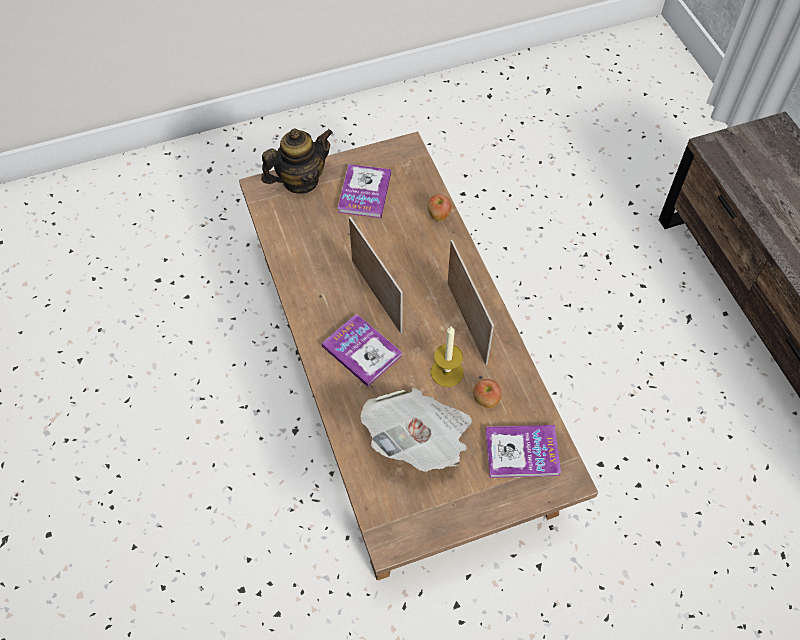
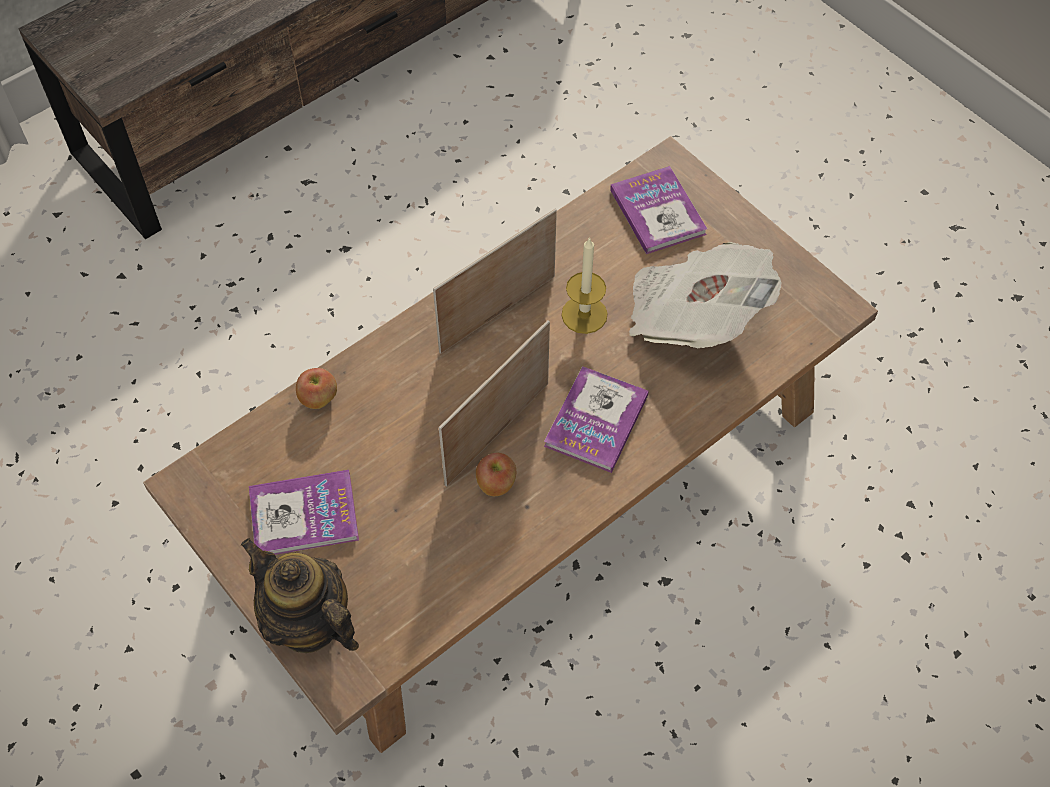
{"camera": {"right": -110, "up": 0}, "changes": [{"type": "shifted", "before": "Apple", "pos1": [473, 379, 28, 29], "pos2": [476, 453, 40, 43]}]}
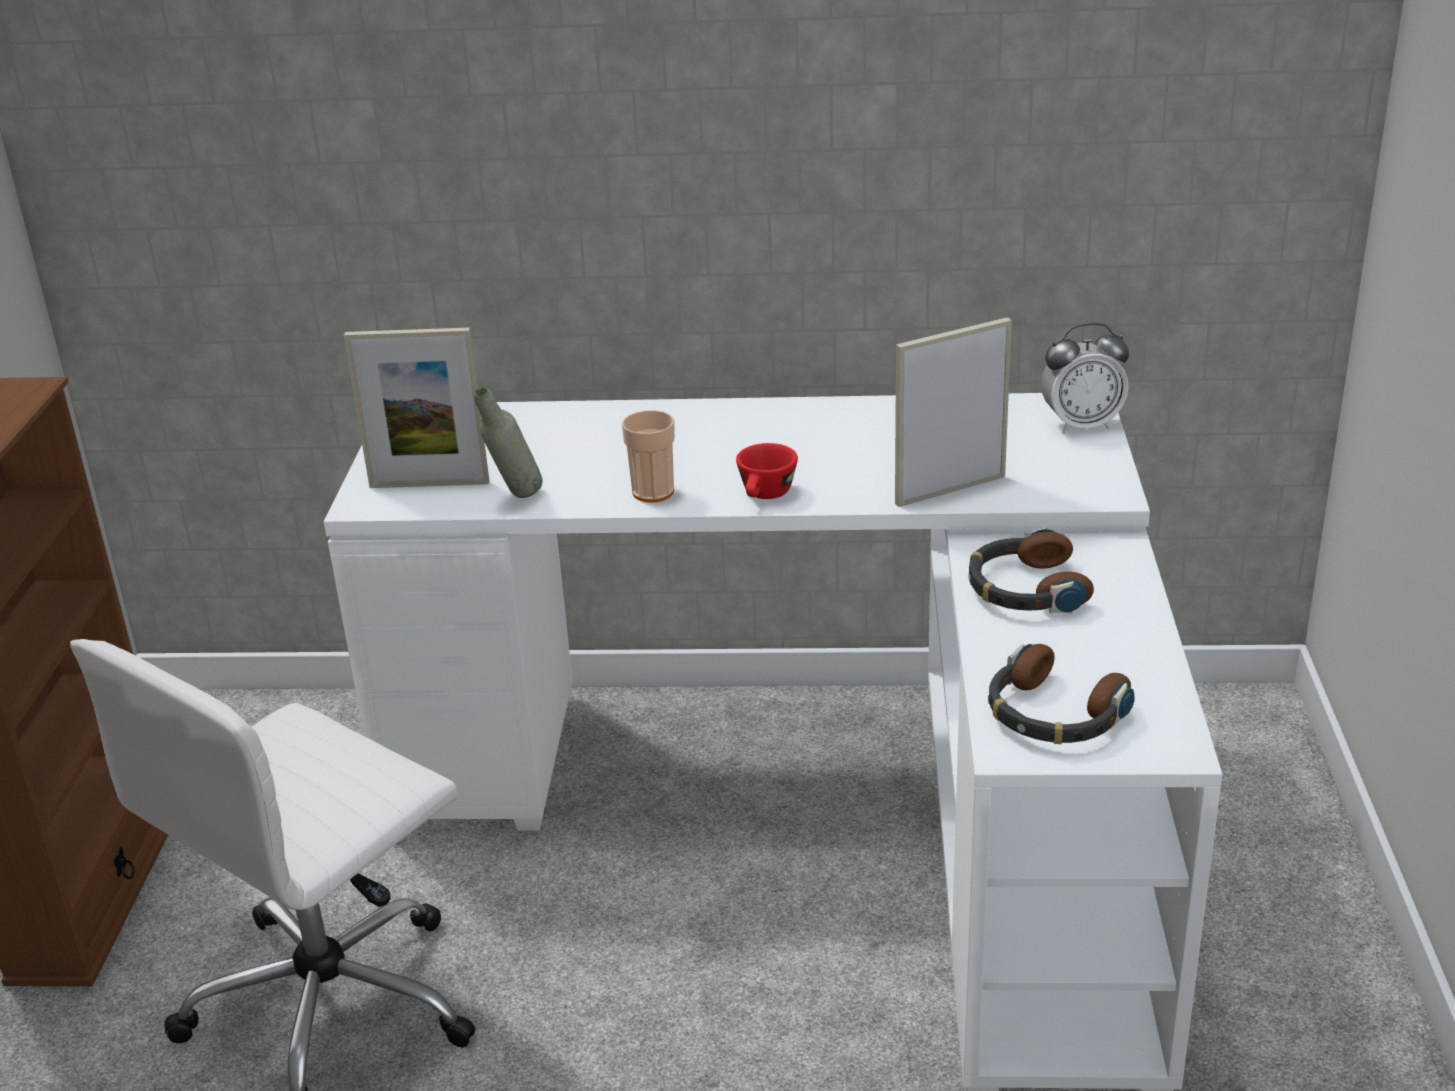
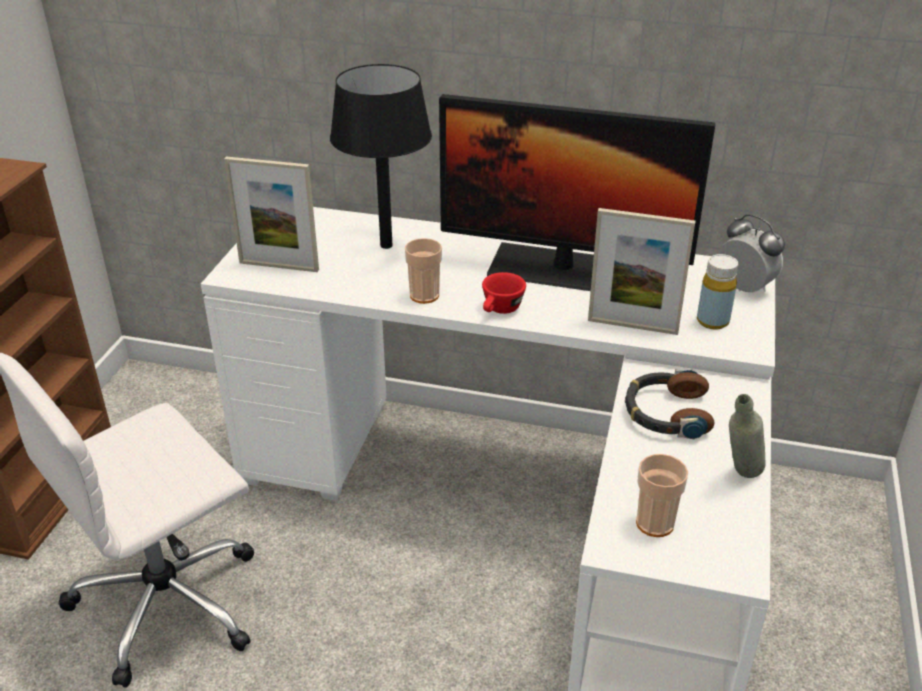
{"camera": {"right": 10, "up": 5}, "changes": [{"type": "shifted", "before": "GreyBottle", "pos1": [474, 387, 69, 111], "pos2": [729, 394, 36, 84]}, {"type": "rotated", "before": "PictureFrame", "pos1": [895, 317, 117, 190], "pos2": [588, 208, 108, 127], "turn": -150}, {"type": "swapped", "before": "Headphones", "after": "Cup", "pos1": [988, 644, 147, 100], "pos2": [636, 454, 52, 83]}, {"type": "rotated", "before": "AlarmClock", "pos1": [1041, 322, 88, 112], "pos2": [719, 214, 66, 78], "turn": -135}, {"type": "new", "after": "BlackTableLamp", "pos2": [330, 64, 102, 185]}, {"type": "new", "after": "Monitor", "pos2": [439, 94, 276, 197]}, {"type": "new", "after": "YellowBottle", "pos2": [697, 254, 42, 76]}]}
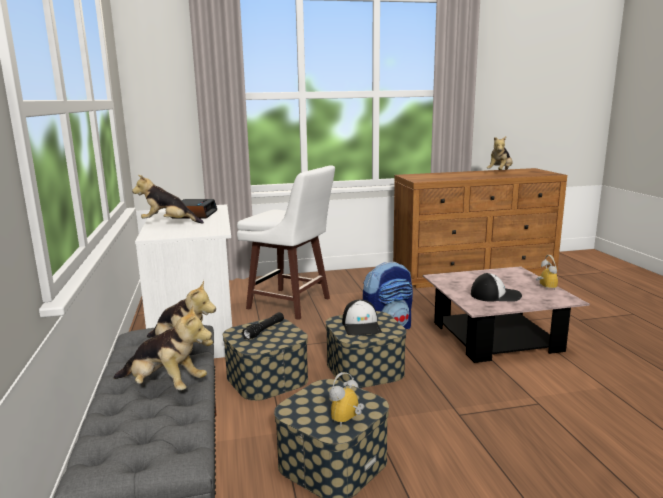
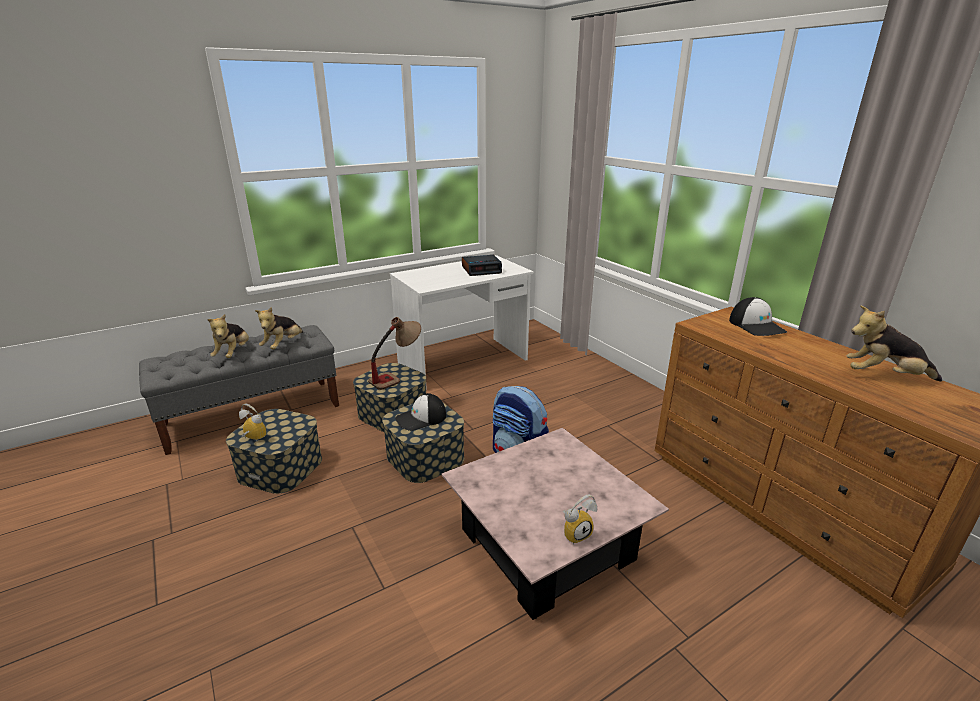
{"camera": {"right": 70, "up": 10}, "changes": [{"type": "gone", "before": "PlushToy", "pos1": [132, 175, 72, 49]}, {"type": "gone", "before": "WhiteStool", "pos1": [237, 166, 98, 154]}, {"type": "swapped", "before": "BlackFlashlight", "after": "TableLamp", "pos1": [241, 312, 43, 28], "pos2": [368, 317, 53, 73]}, {"type": "shifted", "before": "Cap", "pos1": [471, 273, 51, 29], "pos2": [729, 297, 58, 39]}]}
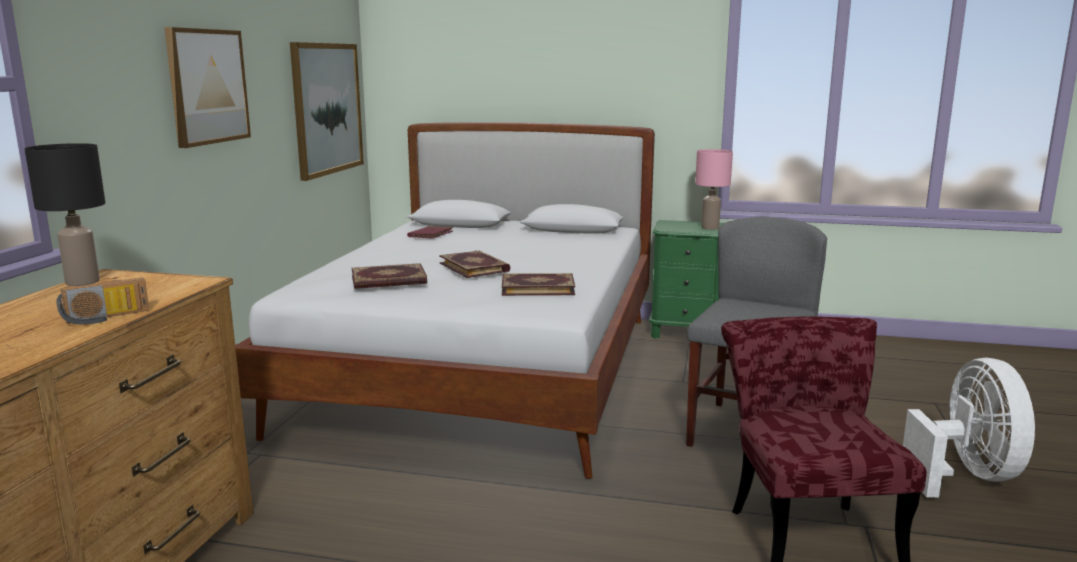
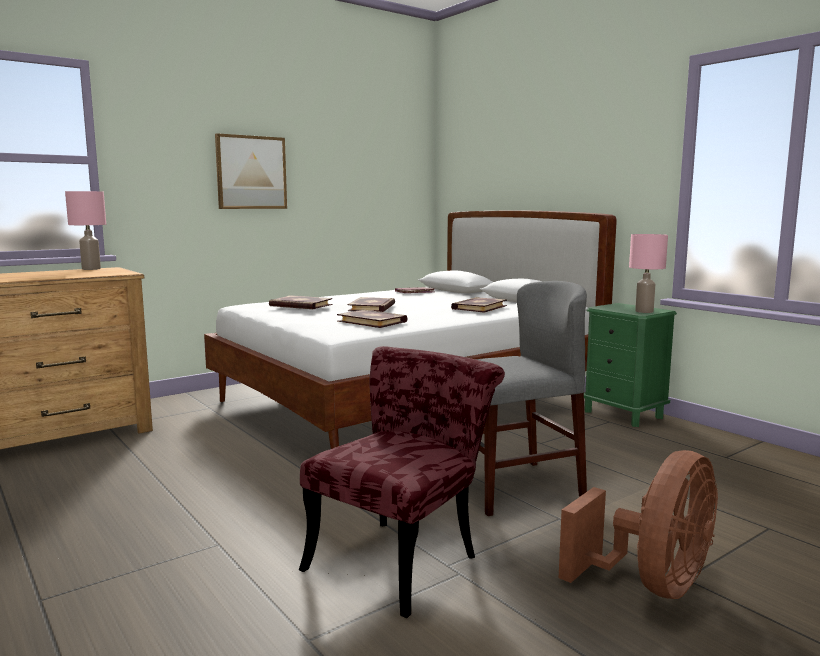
{"camera": {"right": 40, "up": -5}, "changes": [{"type": "repainted", "before": "BlackTableLamp", "after": "PinkTableLamp", "pos1": [25, 143, 80, 143], "pos2": [65, 191, 41, 79]}, {"type": "gone", "before": "Radio", "pos1": [56, 278, 93, 47]}, {"type": "gone", "before": "Picture", "pos1": [290, 42, 74, 139]}, {"type": "repainted", "before": "WhiteFan", "after": "BrownFan", "pos1": [903, 358, 132, 139], "pos2": [559, 450, 159, 149]}, {"type": "new", "after": "Book", "pos2": [451, 297, 56, 16]}]}
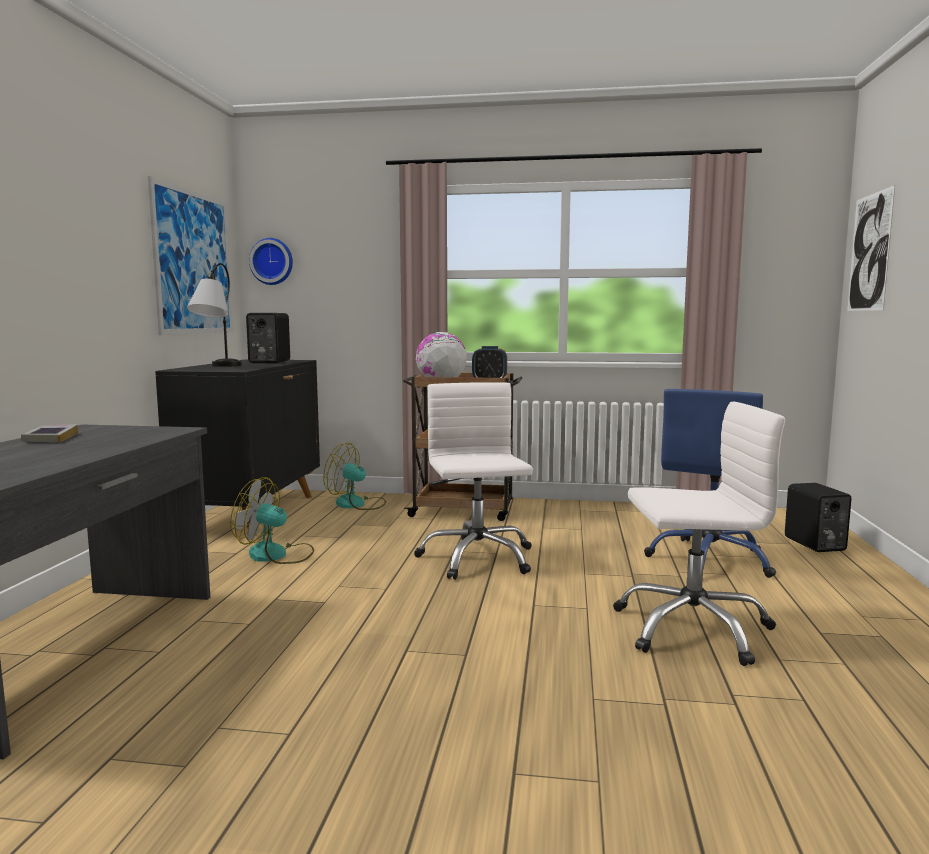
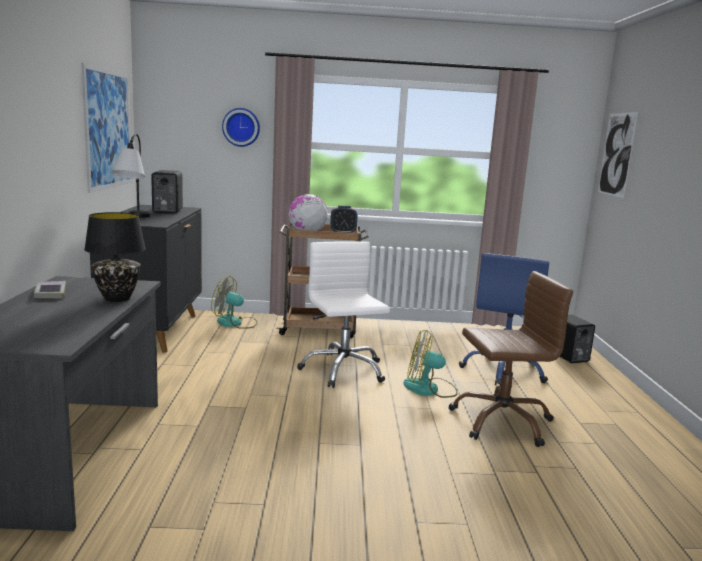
{"camera": {"right": -10, "up": 5}, "changes": [{"type": "shifted", "before": "Fan", "pos1": [230, 477, 84, 87], "pos2": [403, 330, 55, 68]}, {"type": "shifted", "before": "WallClock", "pos1": [249, 238, 44, 47], "pos2": [222, 108, 38, 39]}, {"type": "repainted", "before": "WhiteOfficeChair", "after": "BrownOfficeChair", "pos1": [613, 402, 172, 264], "pos2": [448, 271, 125, 176]}, {"type": "new", "after": "BlackTableLamp", "pos2": [84, 212, 62, 90]}]}
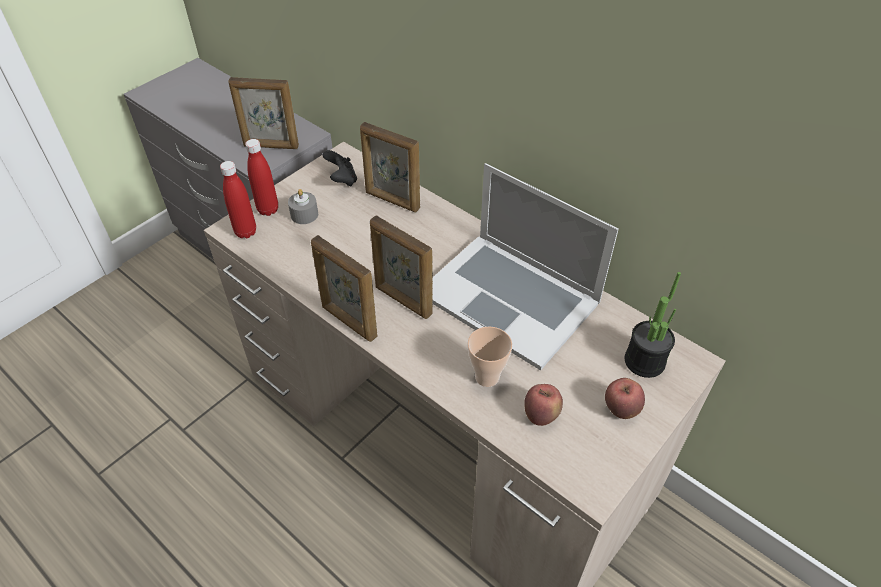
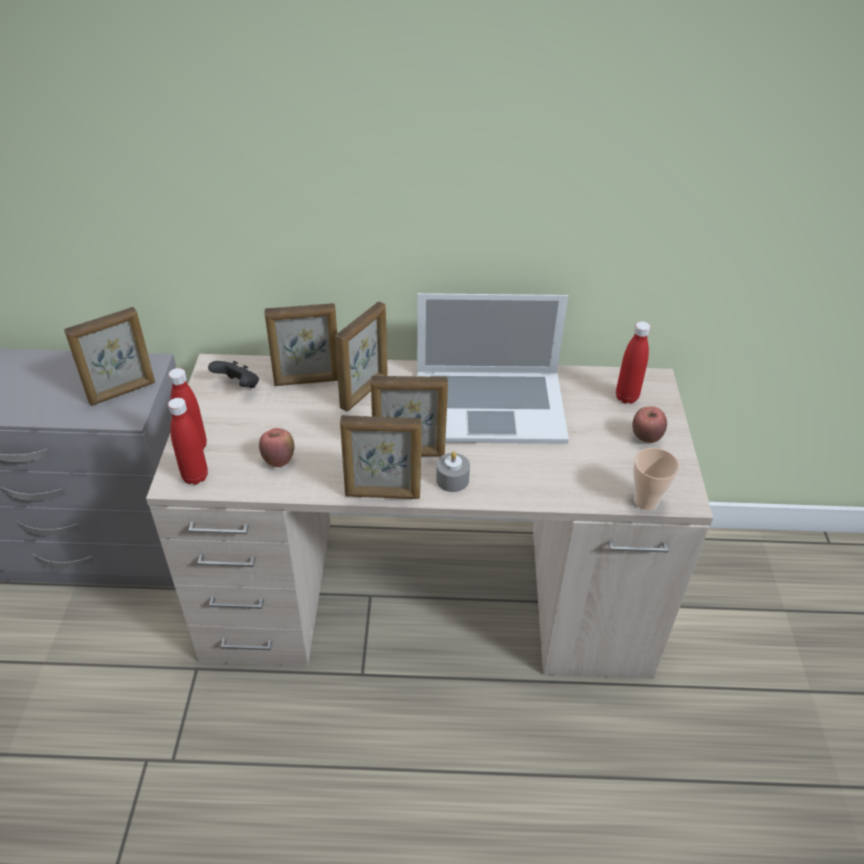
{"camera": {"right": -40, "up": -5}, "changes": [{"type": "shifted", "before": "GreyCandle", "pos1": [288, 189, 30, 35], "pos2": [436, 451, 34, 41]}, {"type": "shifted", "before": "Cup", "pos1": [467, 326, 46, 61], "pos2": [633, 448, 46, 62]}, {"type": "shifted", "before": "Apple", "pos1": [524, 384, 39, 42], "pos2": [259, 428, 35, 39]}, {"type": "swapped", "before": "PottedPlant", "after": "RedBottle", "pos1": [625, 272, 56, 106], "pos2": [616, 321, 35, 83]}, {"type": "new", "after": "PictureFrame", "pos2": [335, 302, 53, 110]}]}
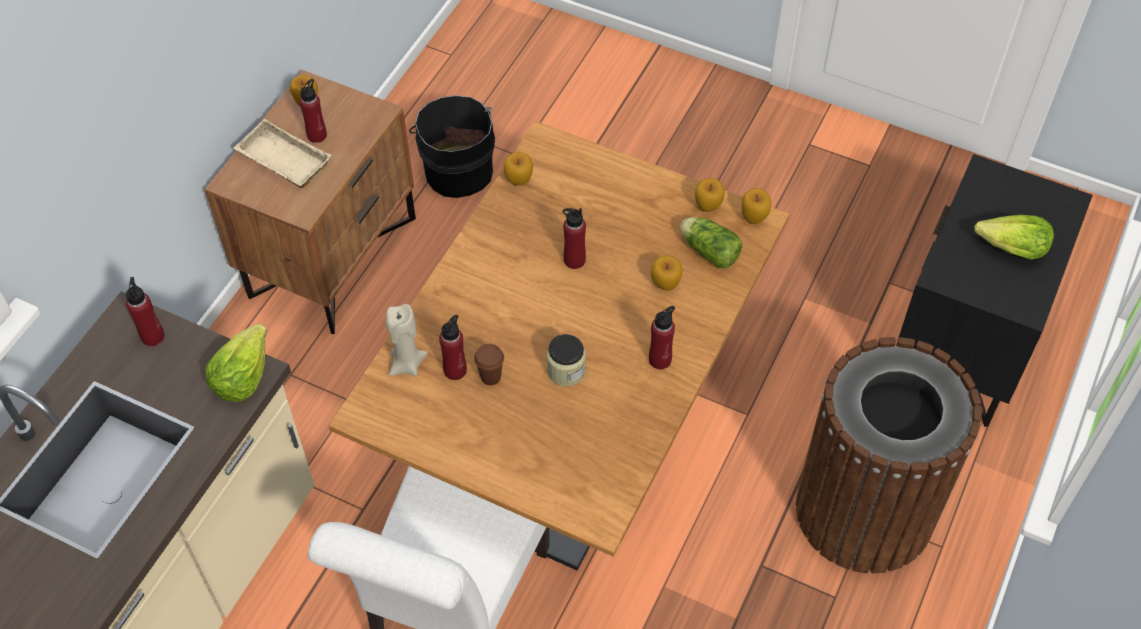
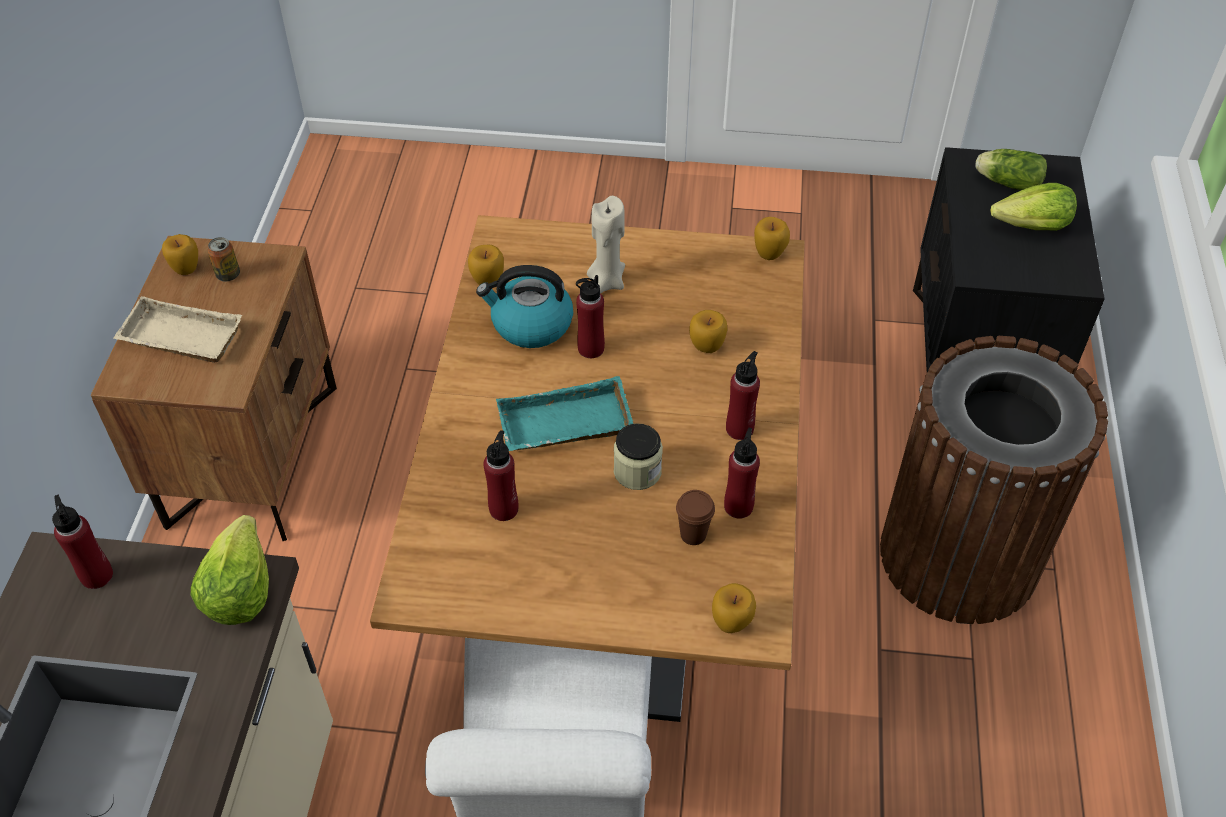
{"camera": {"right": -20, "up": -5}, "changes": [{"type": "shifted", "before": "RedBottle", "pos1": [299, 79, 28, 64], "pos2": [724, 428, 36, 91]}, {"type": "shifted", "before": "BeigeCandle", "pos1": [386, 304, 42, 72], "pos2": [587, 196, 38, 97]}, {"type": "gone", "before": "BlackBucket", "pos1": [409, 95, 86, 103]}, {"type": "shifted", "before": "BrownCup", "pos1": [474, 344, 30, 41], "pos2": [676, 490, 39, 55]}, {"type": "shifted", "before": "Lettuce", "pos1": [680, 217, 62, 51], "pos2": [975, 149, 72, 41]}, {"type": "shifted", "before": "Apple", "pos1": [695, 178, 30, 34], "pos2": [712, 583, 44, 50]}, {"type": "new", "after": "Can", "pos2": [207, 237, 33, 44]}, {"type": "new", "after": "Kettle", "pos2": [476, 265, 97, 83]}, {"type": "new", "after": "TurquoiseTray", "pos2": [496, 376, 137, 75]}]}
